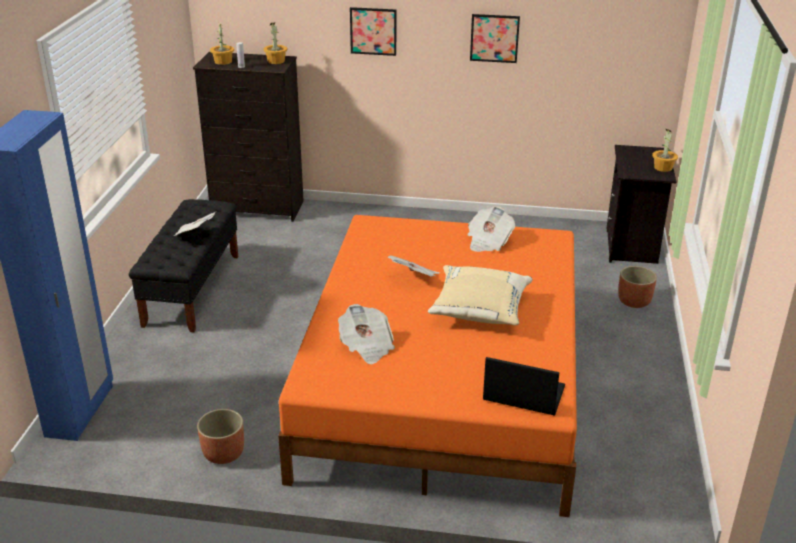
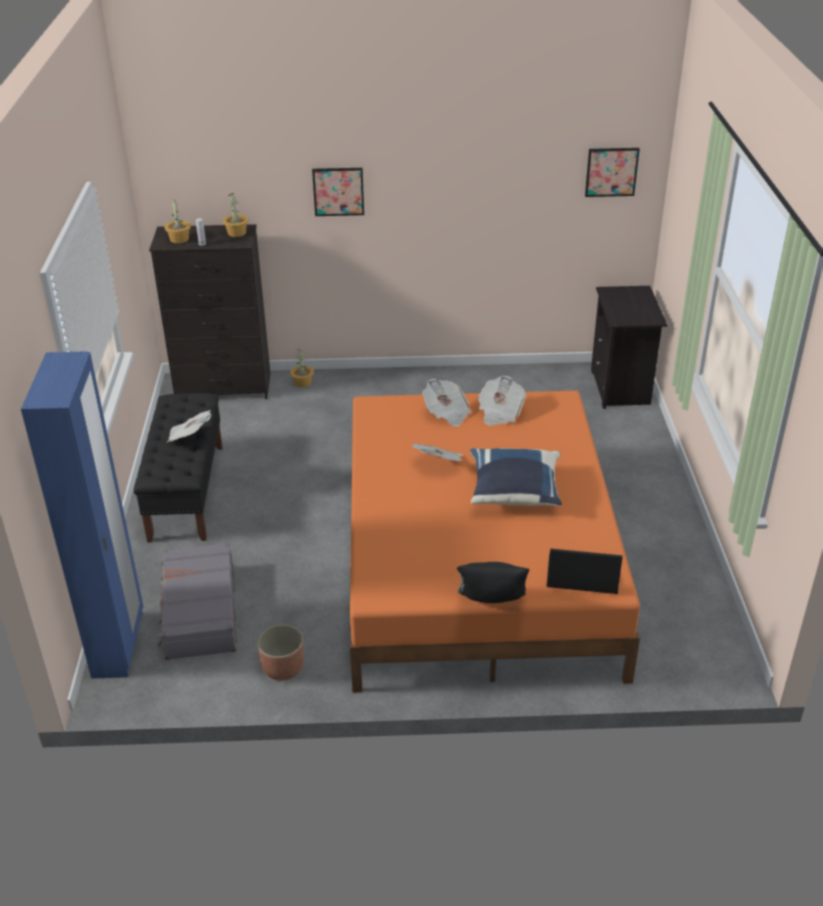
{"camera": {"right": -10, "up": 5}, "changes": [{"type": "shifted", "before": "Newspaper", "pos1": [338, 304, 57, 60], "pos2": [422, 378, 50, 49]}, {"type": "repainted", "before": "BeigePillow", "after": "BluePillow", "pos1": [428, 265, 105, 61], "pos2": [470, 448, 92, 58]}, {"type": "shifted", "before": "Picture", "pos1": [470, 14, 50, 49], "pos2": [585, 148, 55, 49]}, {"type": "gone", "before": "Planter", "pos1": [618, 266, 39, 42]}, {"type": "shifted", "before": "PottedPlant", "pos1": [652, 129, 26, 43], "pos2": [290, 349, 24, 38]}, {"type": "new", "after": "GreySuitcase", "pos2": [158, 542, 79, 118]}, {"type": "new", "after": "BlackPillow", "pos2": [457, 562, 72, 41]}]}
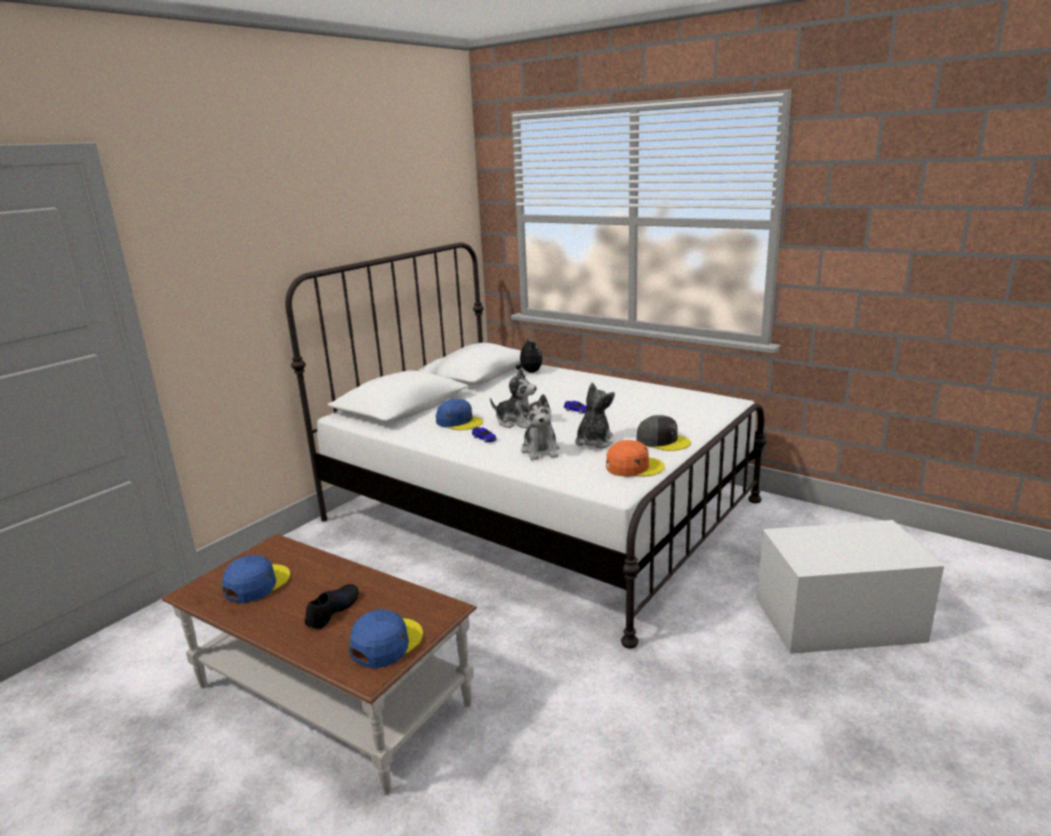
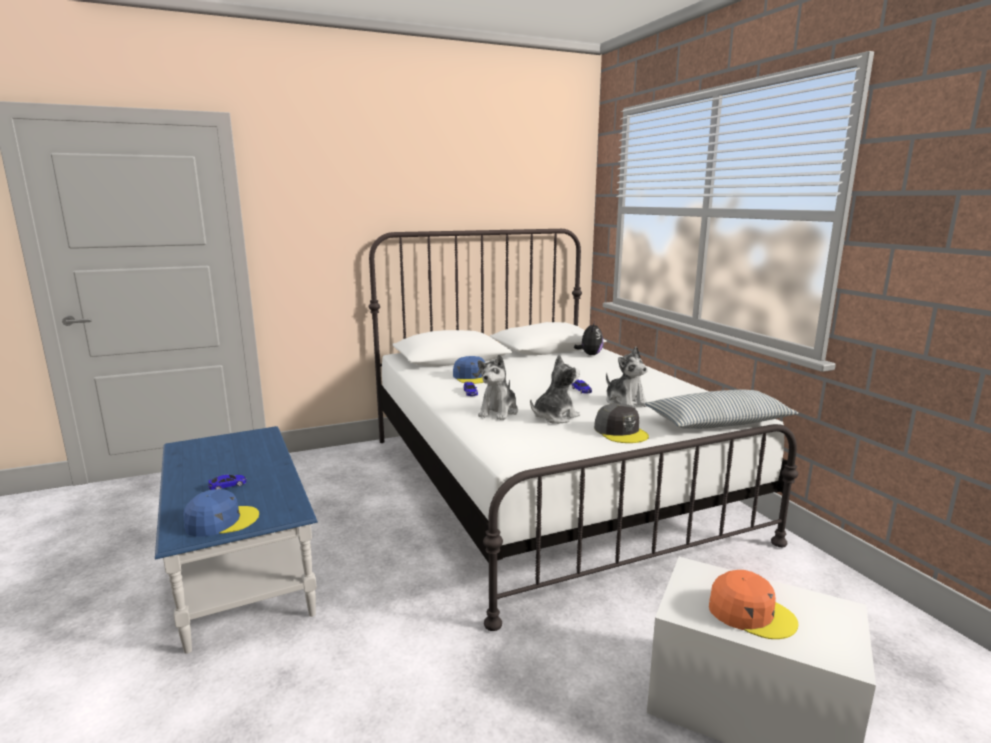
{"camera": {"right": 30, "up": -5}, "changes": [{"type": "repainted", "before": "BrownCoffeeTable", "after": "BlueCoffeeTable", "pos1": [162, 534, 315, 261], "pos2": [155, 426, 163, 228]}, {"type": "gone", "before": "BlueCap", "pos1": [222, 555, 68, 48]}, {"type": "swapped", "before": "BlackShoe", "after": "ToyCar", "pos1": [304, 584, 55, 45], "pos2": [208, 475, 38, 15]}, {"type": "shifted", "before": "PlushToy", "pos1": [490, 369, 47, 60], "pos2": [606, 347, 42, 62]}, {"type": "shifted", "before": "OrangeCap", "pos1": [606, 440, 59, 37], "pos2": [709, 570, 90, 69]}, {"type": "new", "after": "Pillow", "pos2": [645, 390, 153, 39]}]}
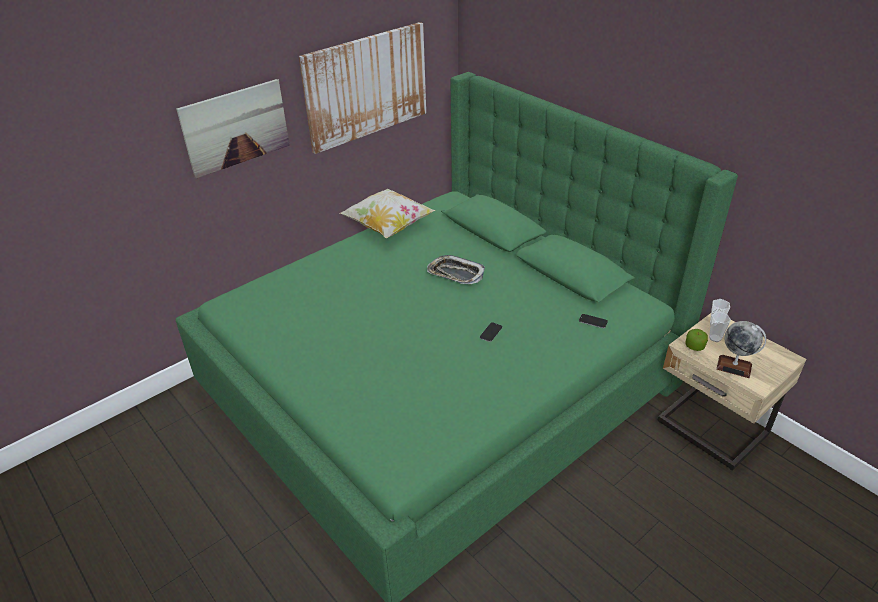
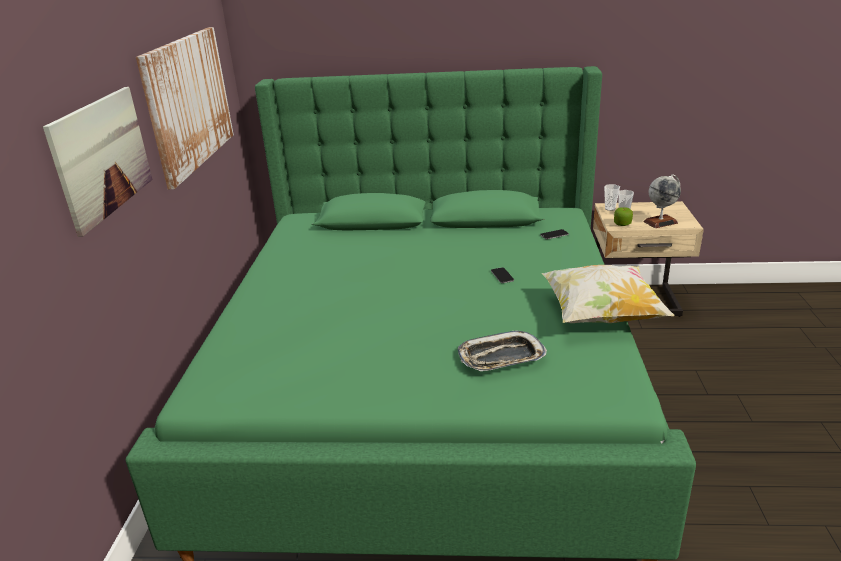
{"camera": {"right": -45, "up": -10}, "changes": [{"type": "shifted", "before": "Pillow", "pos1": [340, 188, 95, 50], "pos2": [542, 265, 133, 58]}, {"type": "shifted", "before": "Tray", "pos1": [427, 255, 58, 29], "pos2": [458, 330, 89, 41]}]}
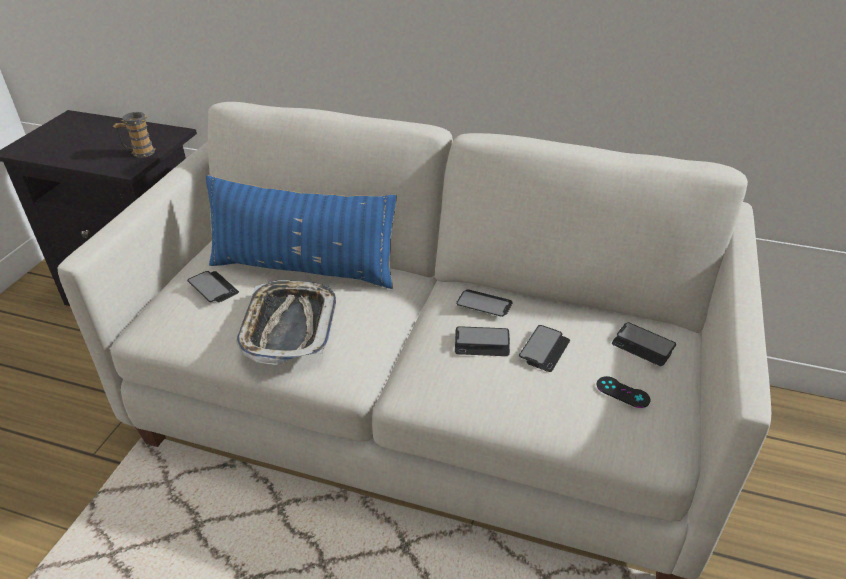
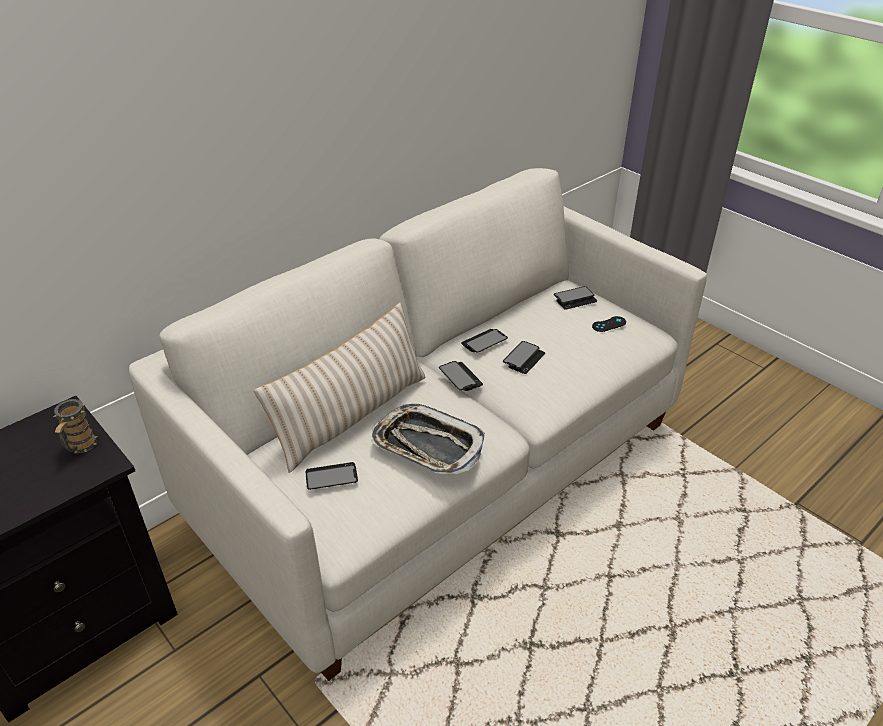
{"camera": {"right": -60, "up": 0}, "changes": [{"type": "repainted", "before": "BluePillow", "after": "BeigePillow", "pos1": [206, 175, 191, 114], "pos2": [254, 302, 172, 171]}, {"type": "shifted", "before": "Phone", "pos1": [519, 325, 51, 47], "pos2": [439, 361, 44, 30]}]}
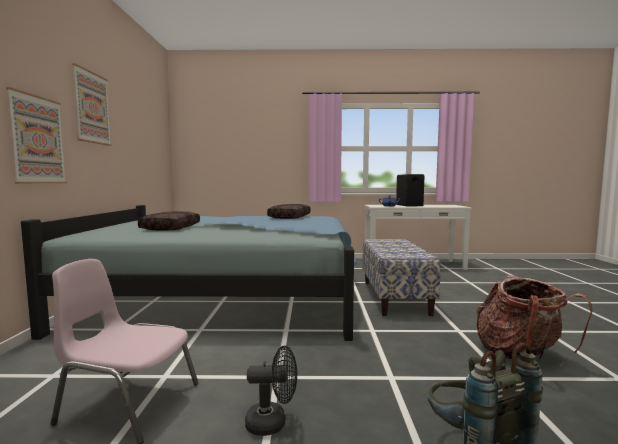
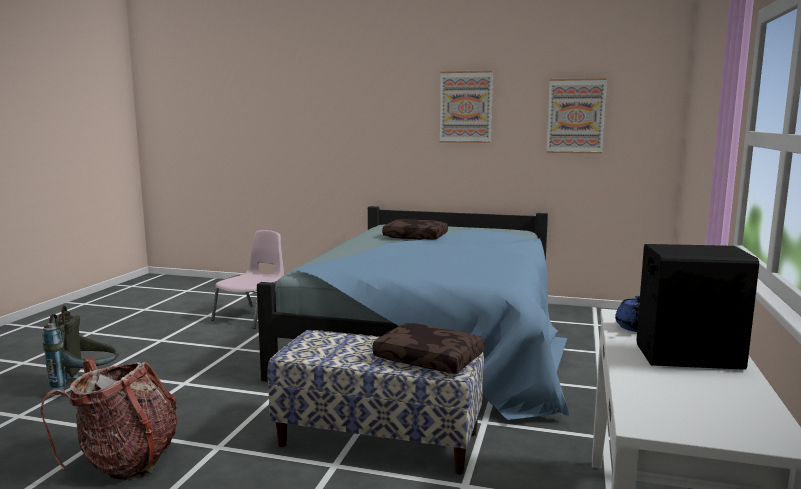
{"camera": {"right": 105, "up": 5}, "changes": [{"type": "shifted", "before": "Picture", "pos1": [6, 87, 61, 97], "pos2": [546, 78, 61, 76]}, {"type": "gone", "before": "BlackFan", "pos1": [245, 346, 52, 90]}, {"type": "shifted", "before": "BrownPillow", "pos1": [267, 204, 44, 15], "pos2": [372, 323, 113, 50]}]}
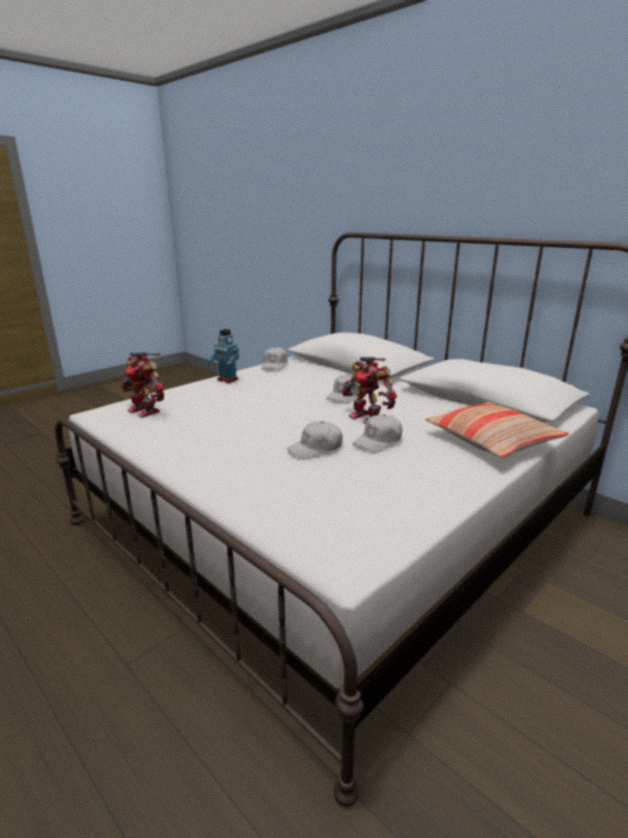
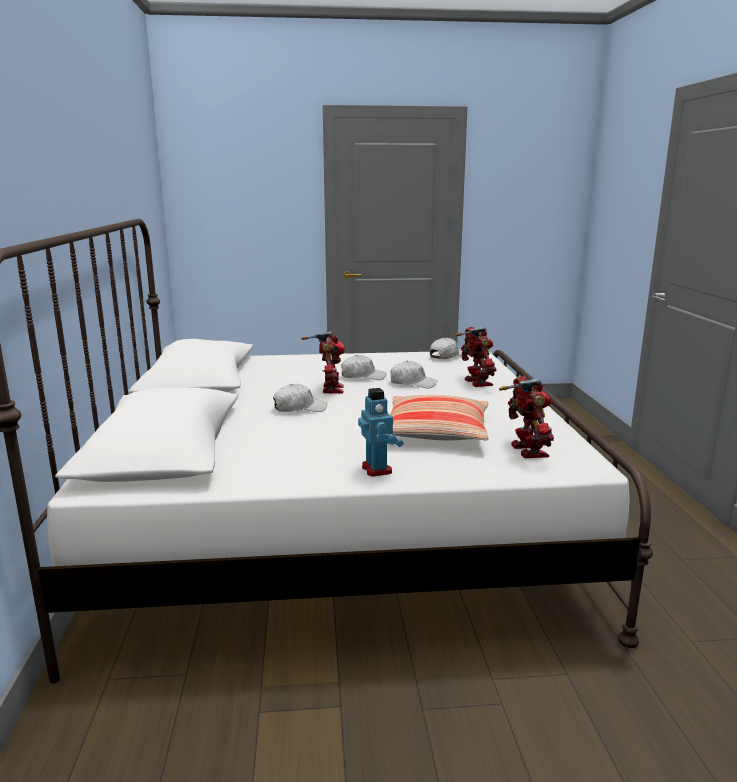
{"camera": {"right": -140, "up": -5}, "changes": [{"type": "shifted", "before": "WhiteCap", "pos1": [261, 347, 27, 23], "pos2": [430, 338, 33, 21]}, {"type": "shifted", "before": "Pillow", "pos1": [425, 402, 144, 56], "pos2": [390, 395, 99, 46]}, {"type": "new", "after": "ToyRobot", "pos2": [456, 327, 40, 60]}]}
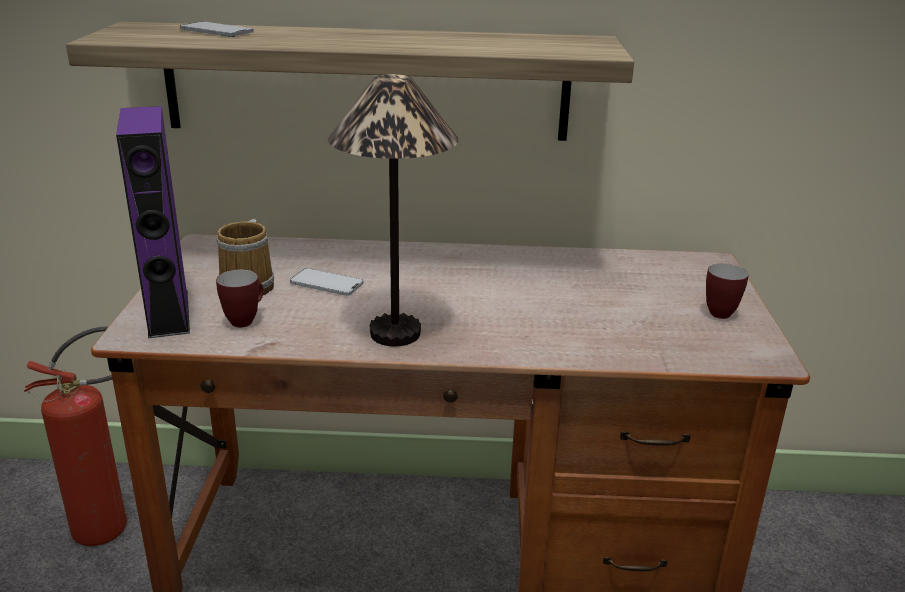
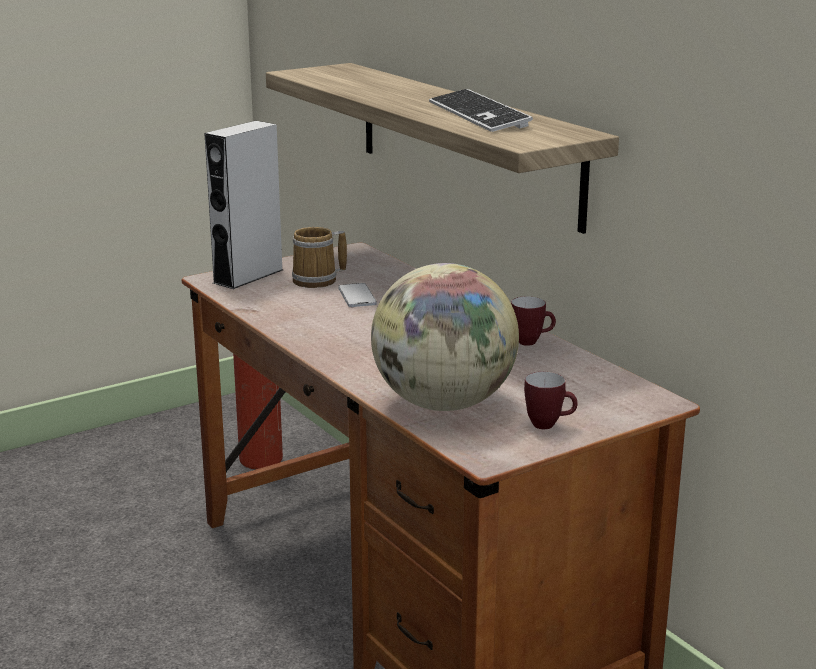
{"camera": {"right": 55, "up": -5}, "changes": [{"type": "repainted", "before": "PurpleSpeaker", "after": "GreySpeaker", "pos1": [116, 106, 74, 232], "pos2": [204, 121, 79, 168]}, {"type": "gone", "before": "Phone", "pos1": [180, 22, 74, 15]}, {"type": "shifted", "before": "Mug", "pos1": [216, 269, 48, 59], "pos2": [511, 296, 45, 50]}, {"type": "gone", "before": "TableLamp", "pos1": [328, 74, 130, 272]}, {"type": "new", "after": "Globe", "pos2": [371, 263, 148, 148]}, {"type": "new", "after": "Keyboard", "pos2": [429, 89, 104, 43]}]}
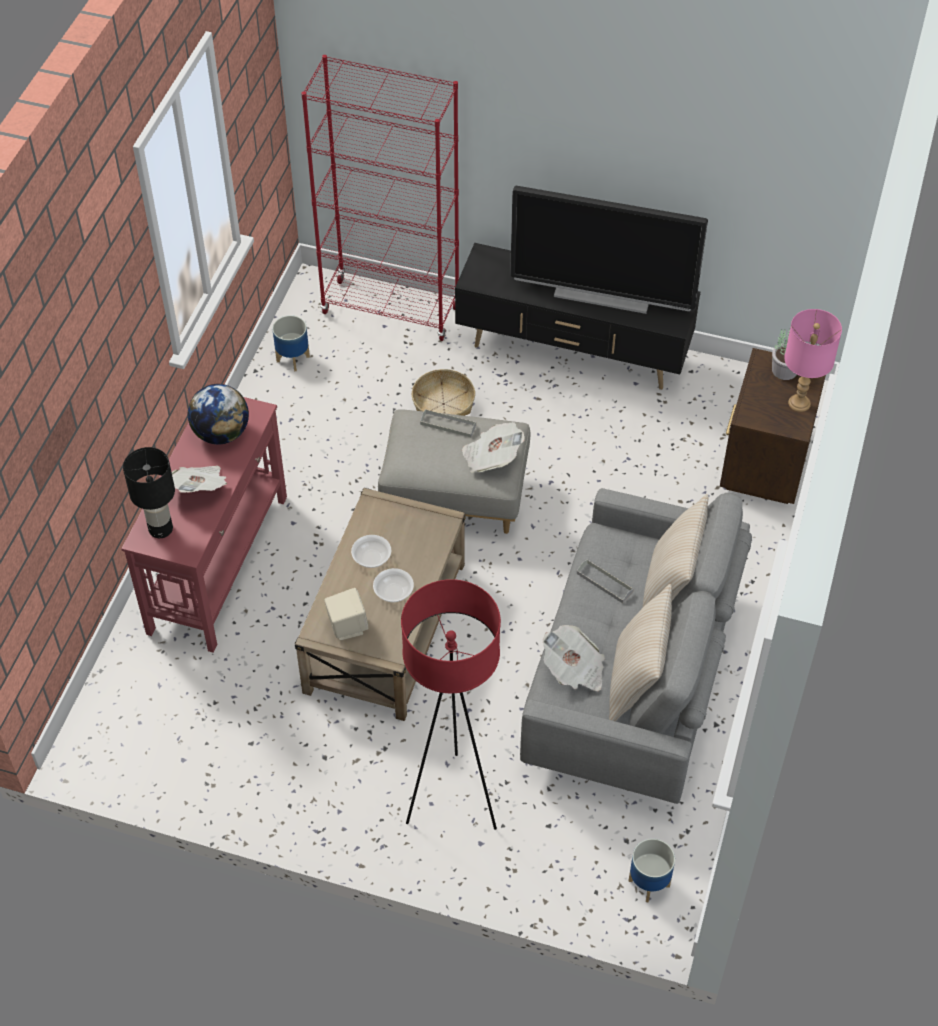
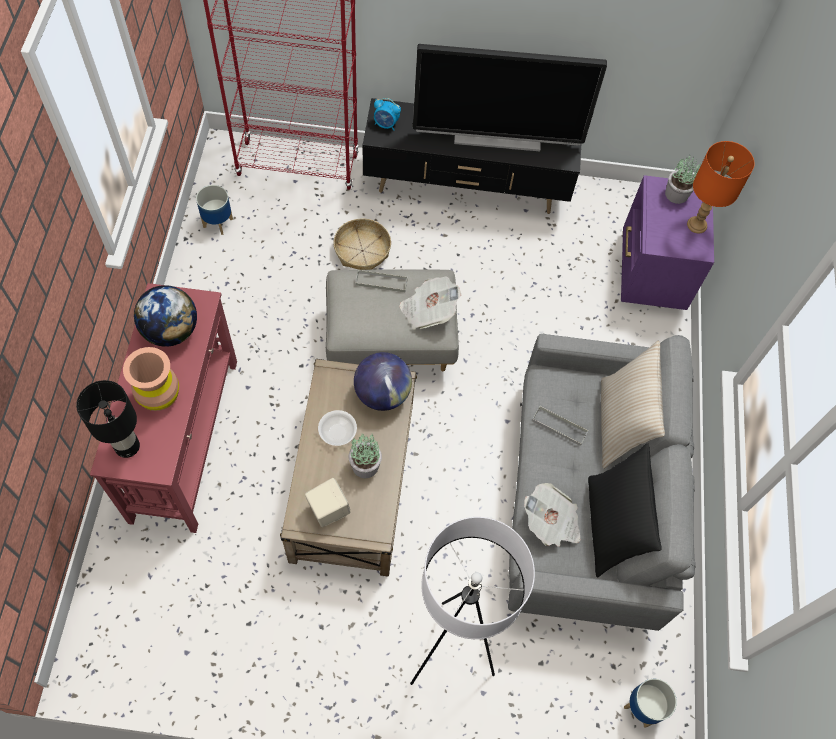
{"camera": {"right": -15, "up": 10}, "changes": [{"type": "swapped", "before": "Newspaper", "after": "BrownVase", "pos1": [172, 465, 55, 28], "pos2": [123, 347, 56, 64]}, {"type": "swapped", "before": "Bowl", "after": "PottedPlant", "pos1": [373, 568, 41, 34], "pos2": [349, 433, 33, 45]}, {"type": "repainted", "before": "RedFloorLamp", "after": "WhiteFloorLamp", "pos1": [401, 579, 100, 251], "pos2": [410, 517, 125, 168]}, {"type": "repainted", "before": "BeigePillow", "after": "BlackPillow", "pos1": [609, 584, 63, 137], "pos2": [588, 443, 73, 134]}, {"type": "repainted", "before": "BrownNightstand", "after": "PurpleNightstand", "pos1": [720, 348, 106, 156], "pos2": [621, 175, 93, 135]}, {"type": "repainted", "before": "PinkTableLamp", "after": "OrangeTableLamp", "pos1": [784, 309, 58, 103], "pos2": [687, 141, 68, 93]}, {"type": "new", "after": "Globe", "pos2": [354, 352, 58, 59]}, {"type": "new", "after": "AlarmClock", "pos2": [374, 98, 27, 33]}]}
